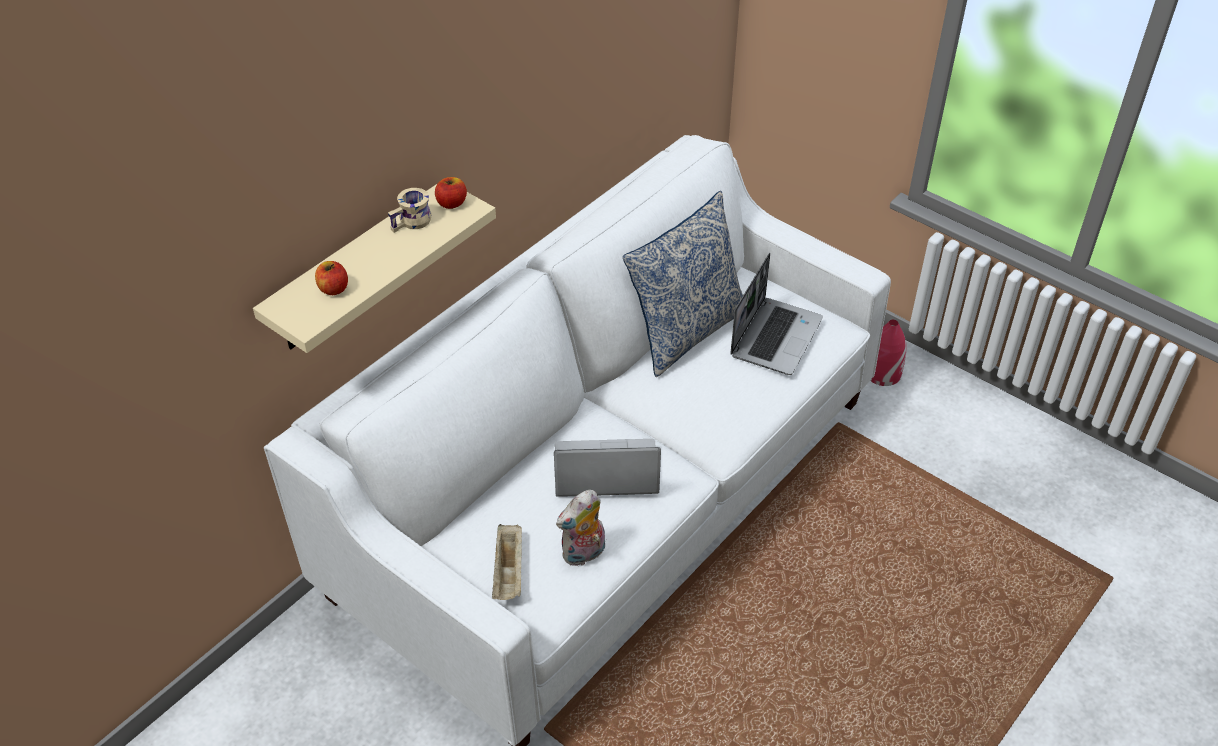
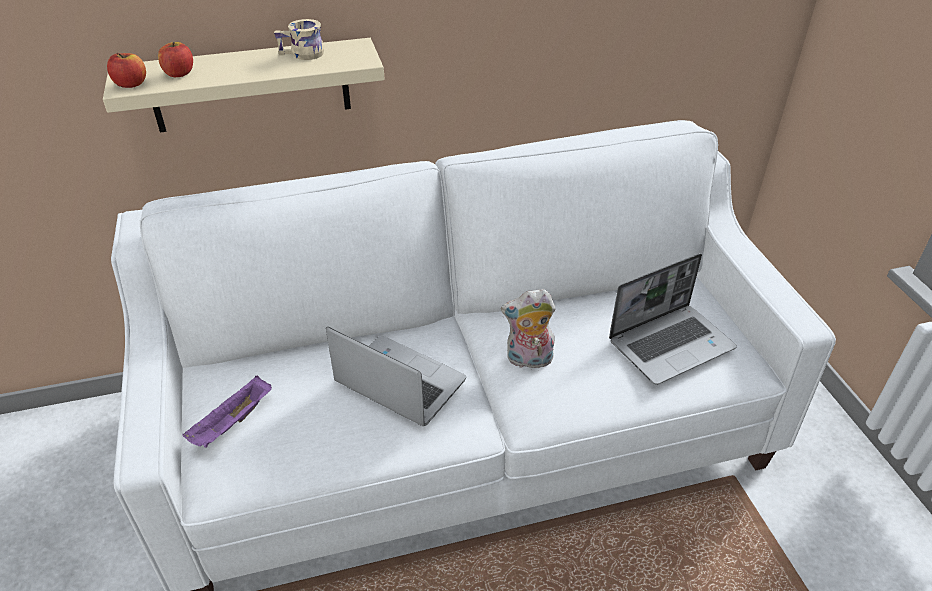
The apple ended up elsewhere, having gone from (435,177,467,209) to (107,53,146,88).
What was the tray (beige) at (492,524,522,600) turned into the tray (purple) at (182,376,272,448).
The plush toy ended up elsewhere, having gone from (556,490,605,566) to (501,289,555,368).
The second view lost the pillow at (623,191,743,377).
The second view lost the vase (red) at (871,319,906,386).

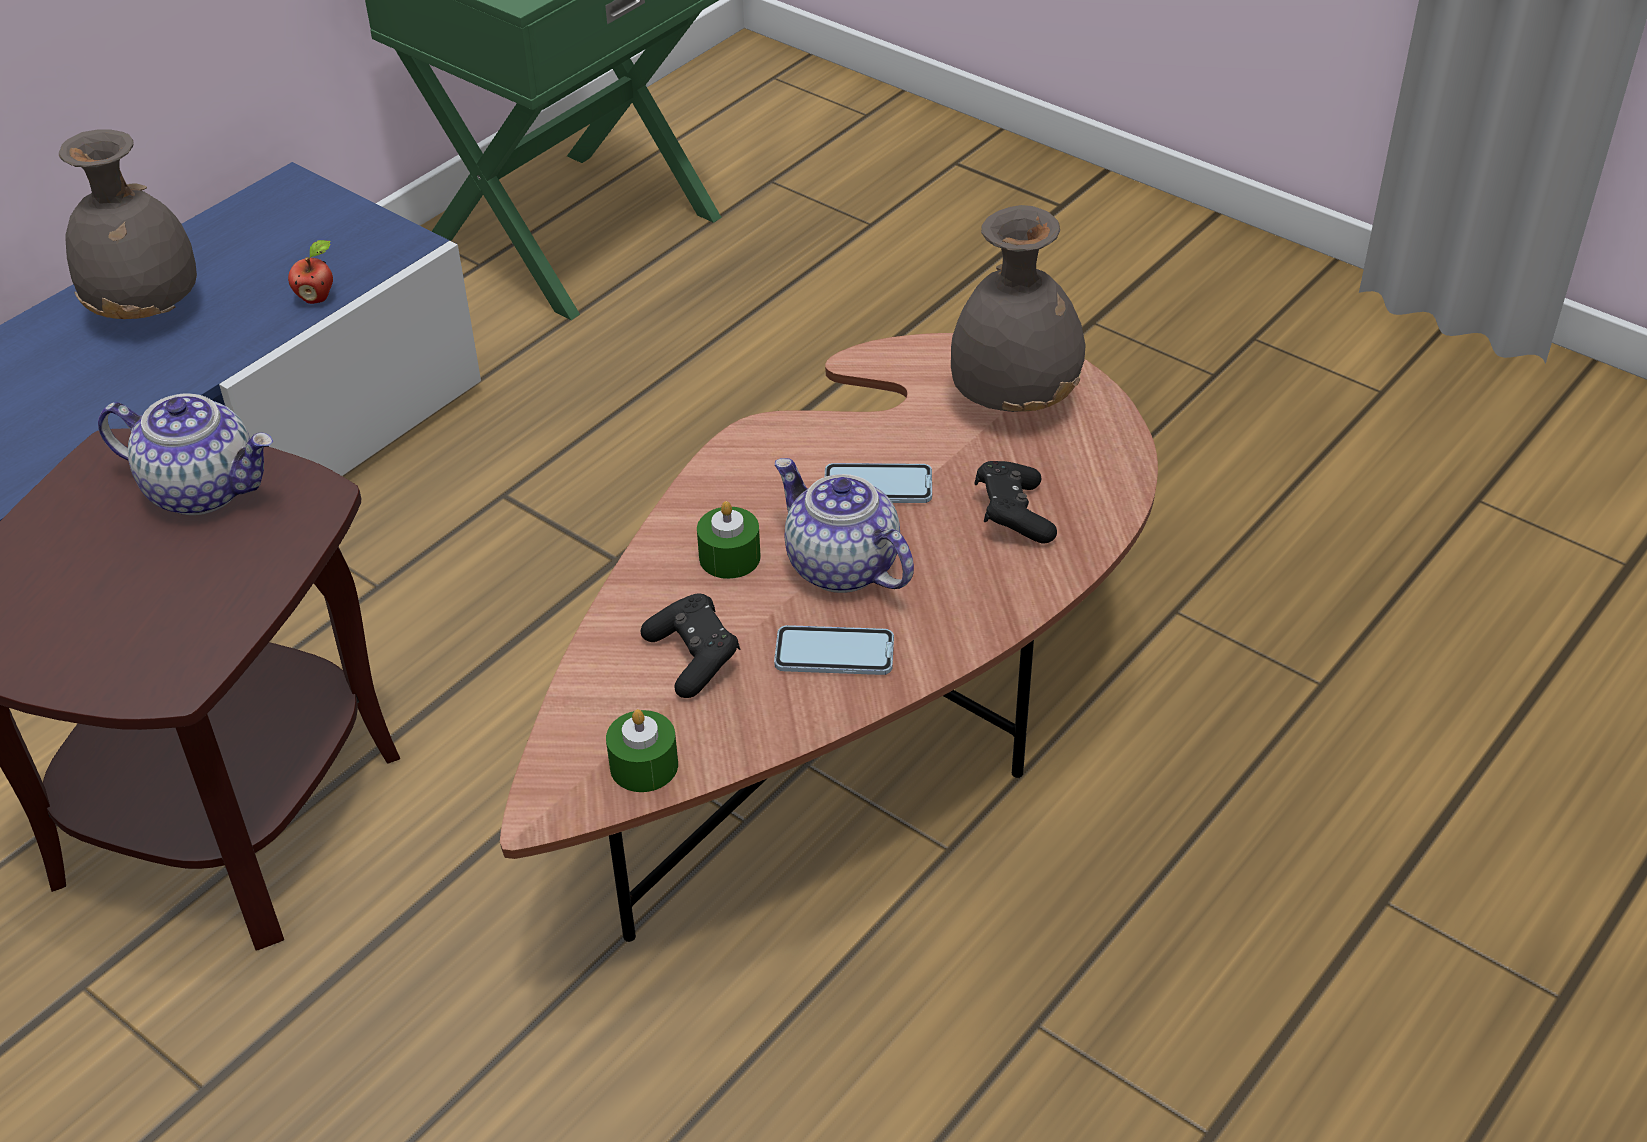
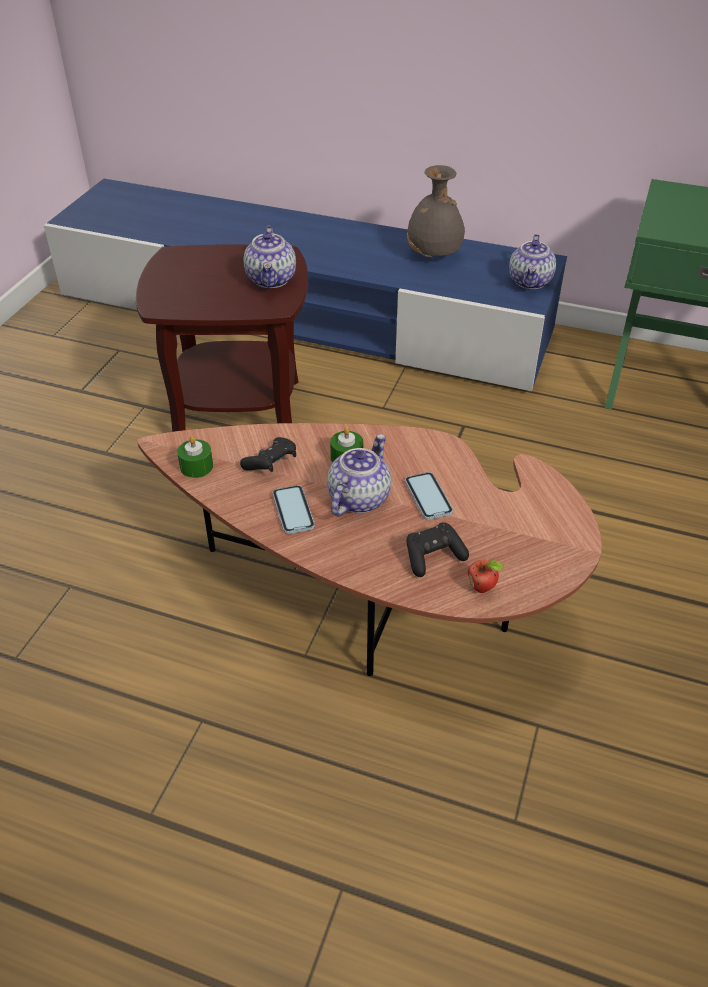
The apple ended up elsewhere, having gone from (288,240,333,304) to (468,560,504,593).
The second view lost the vase (grey) at (951,205,1086,412).
The second view gained the teapot at (509,234,556,289).

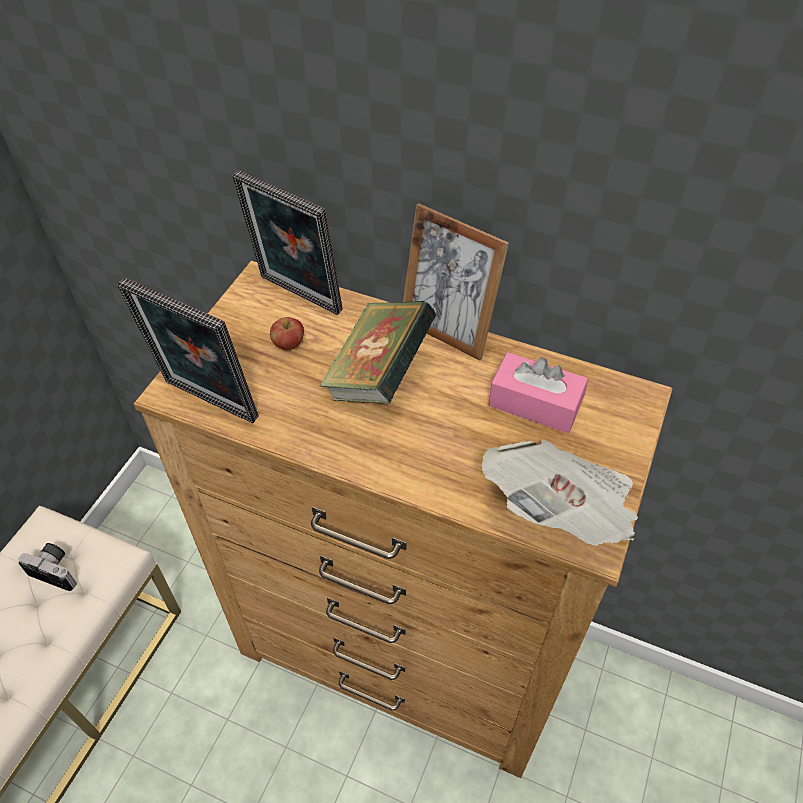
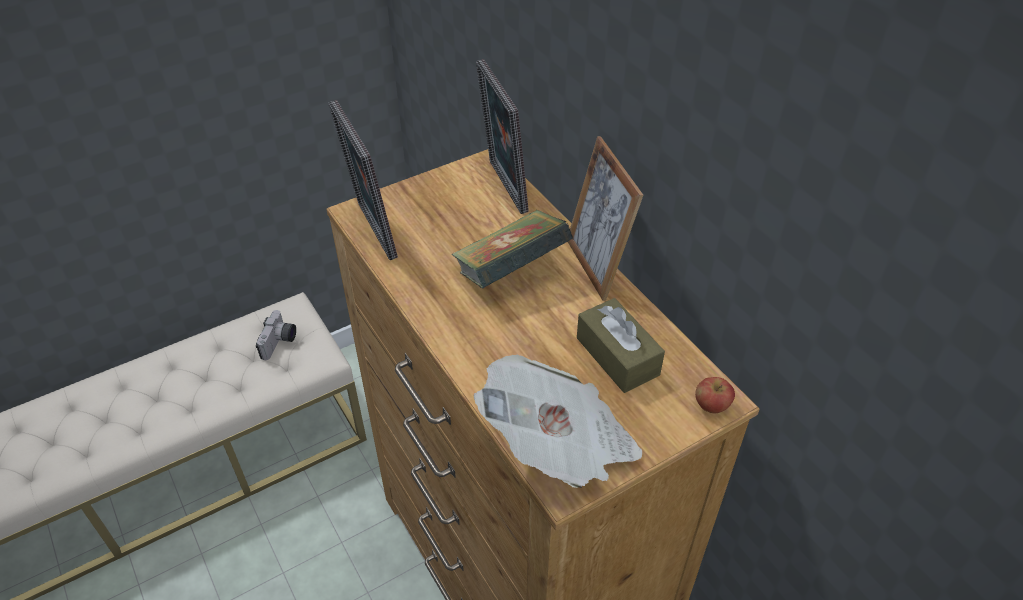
The photo camera at (18,543,77,591) ended up facing another way, 45 degrees clockwise from before.
The apple ended up elsewhere, having gone from (270,317,304,350) to (695,377,735,413).
What was the tissue box (pink) at (489,352,588,433) turned into the tissue box (brown) at (577,298,665,393).

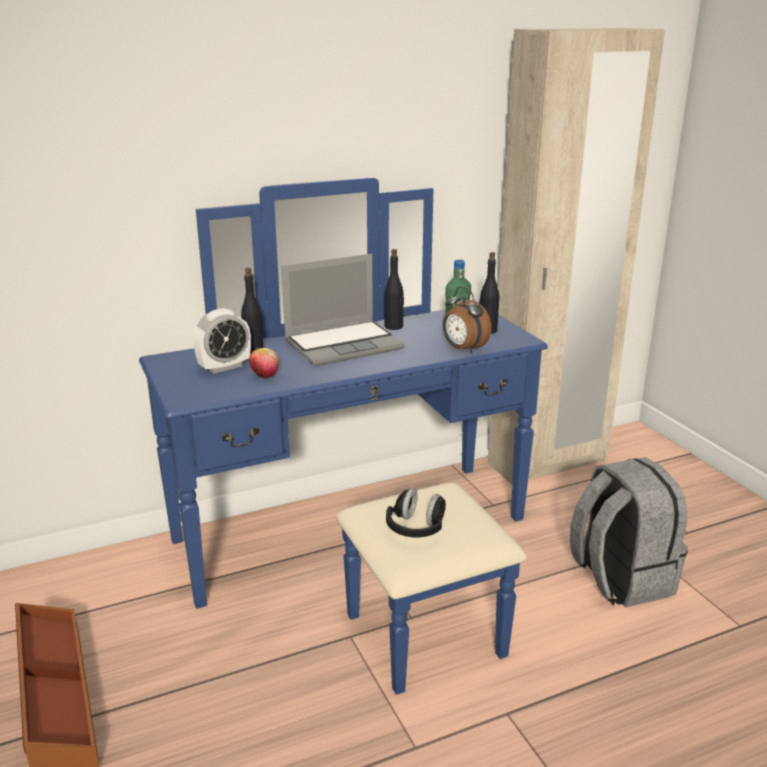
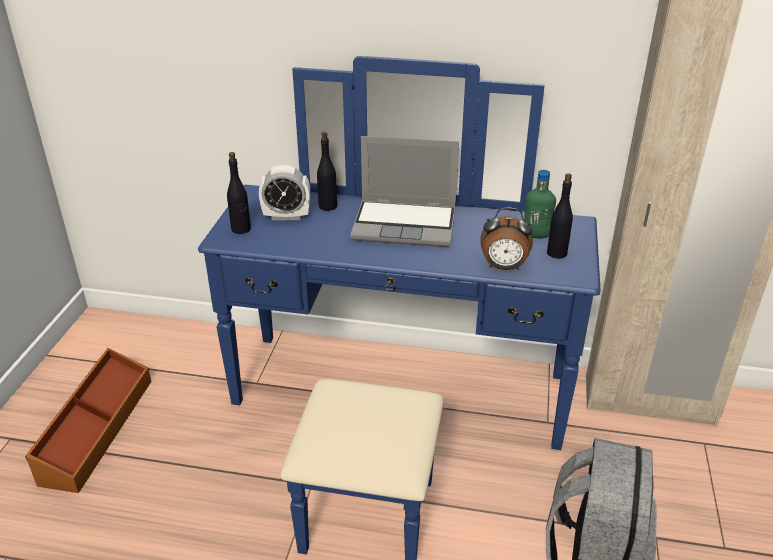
The second view lost the apple at (249,348,279,378).
The bottle (black) ended up elsewhere, having gone from (385,249,404,330) to (227,152,251,234).
The second view lost the headphones (black) at (386,488,446,537).
The alarm clock at (443,286,491,354) ended up facing another way, 75 degrees counterclockwise from before.

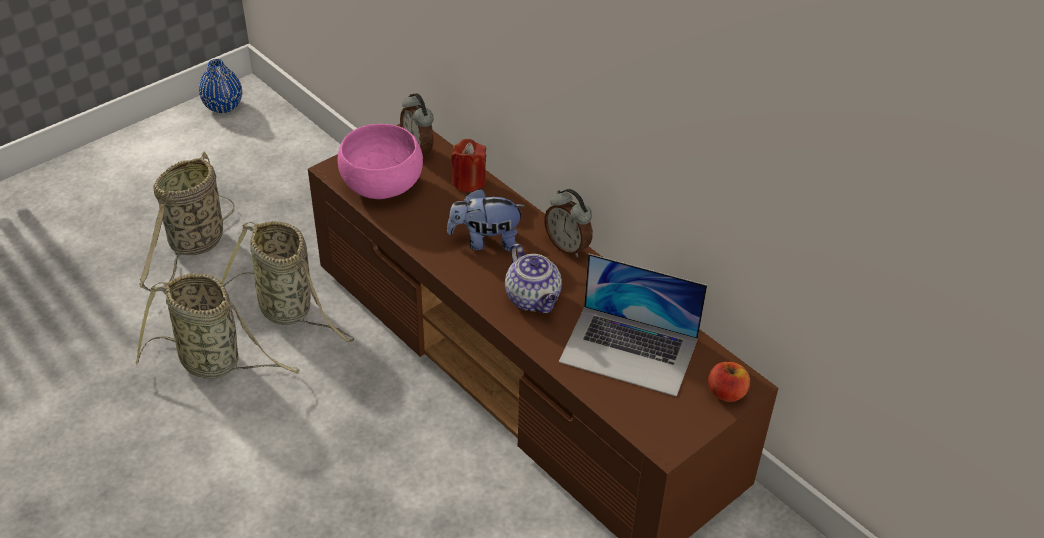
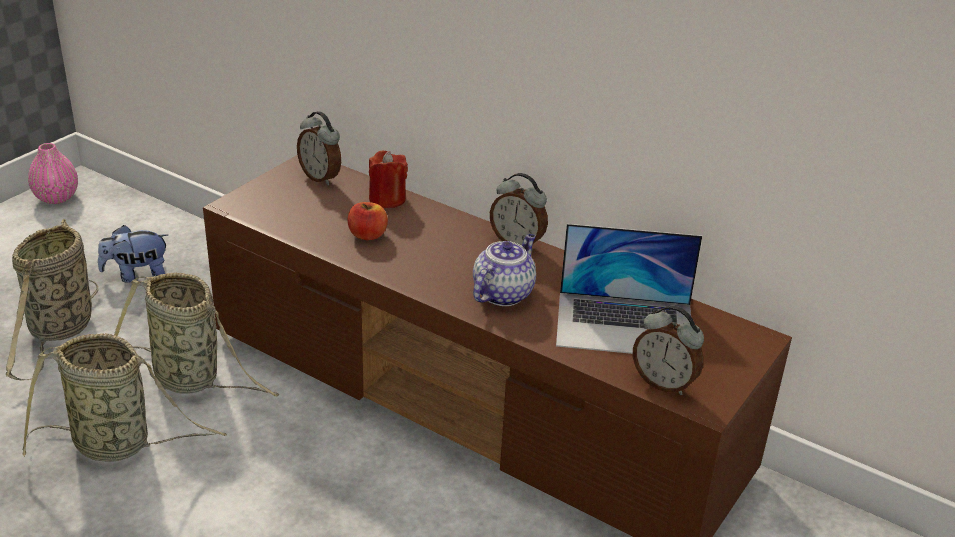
What was the vase (blue) at (199,59,242,113) turned into the vase (pink) at (28,143,78,204).
The second view lost the bowl (pink) at (338,124,423,199).
The plush toy ended up elsewhere, having gone from (447,188,525,251) to (98,225,168,283).
The teapot at (505,244,562,313) ended up facing another way, 105 degrees counterclockwise from before.
The apple ended up elsewhere, having gone from (708,362,750,402) to (347,202,388,240).
The second view gained the alarm clock at (633,305,704,395).

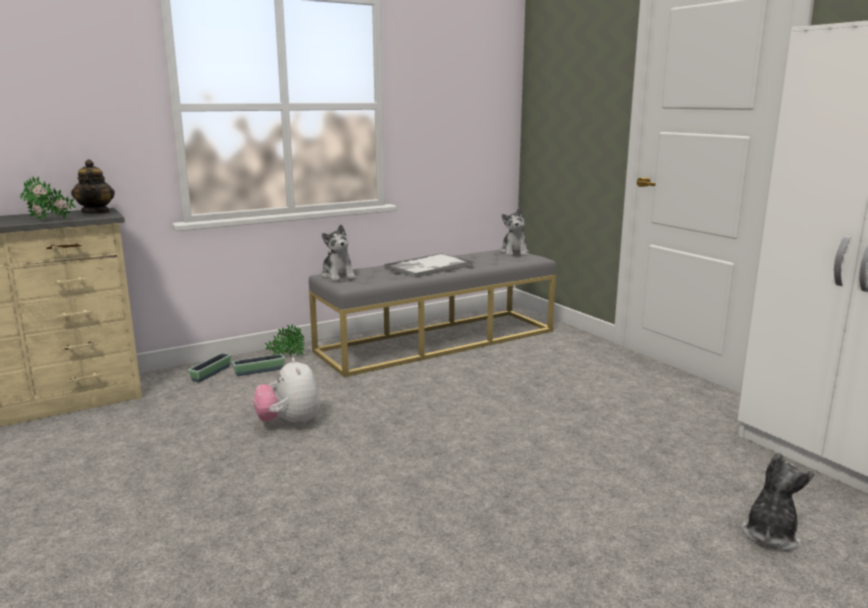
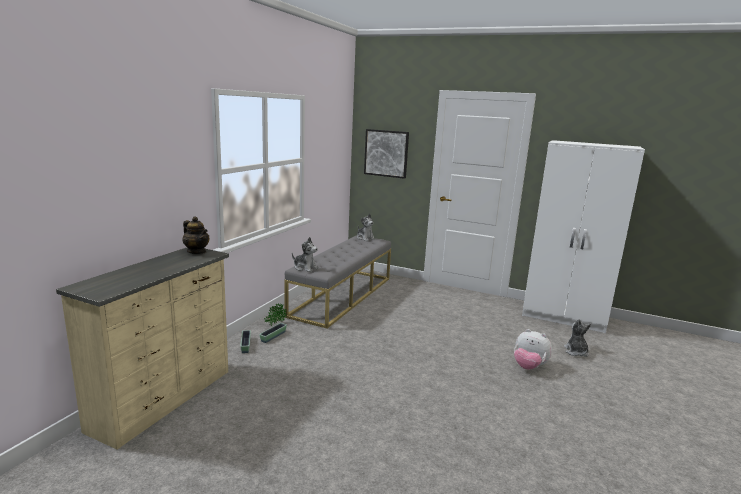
The second view lost the potted plant at (20,176,76,221).
The plush toy ended up elsewhere, having gone from (254,357,320,427) to (514,329,552,370).
The second view lost the tray at (384,253,473,278).
The second view gained the picture at (364,129,409,179).

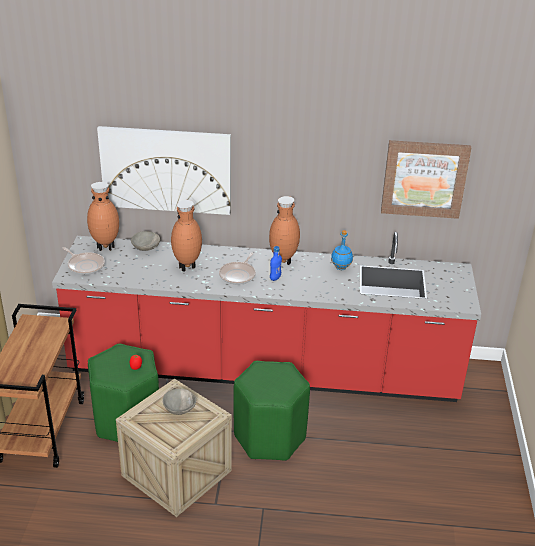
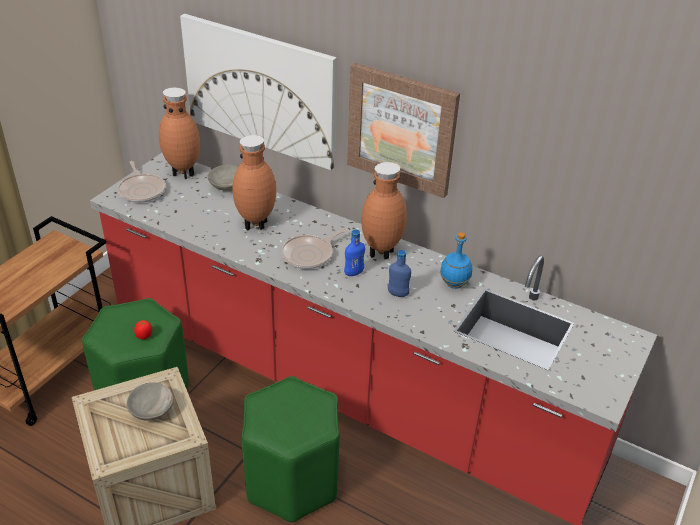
The picture ended up elsewhere, having gone from (381,140,471,219) to (347,63,460,198).
The second view gained the bottle (blue) at (388,250,411,297).

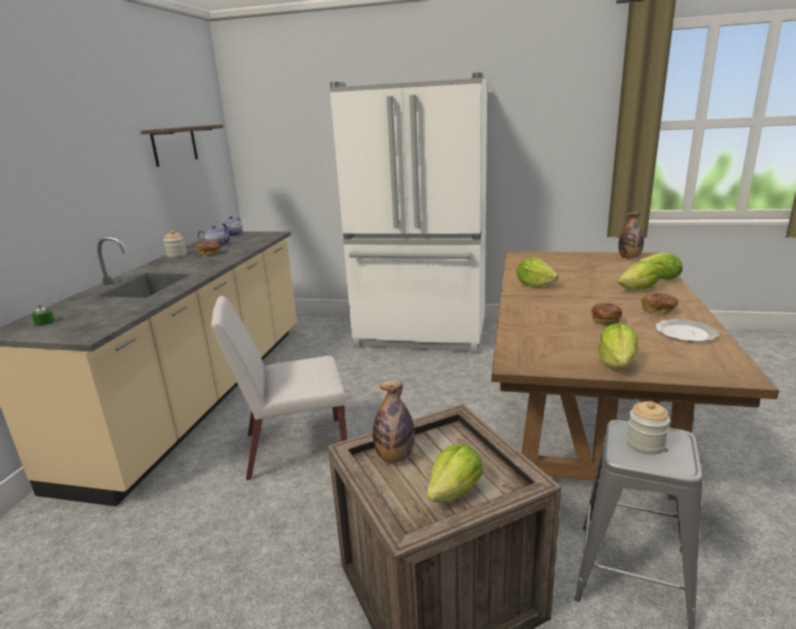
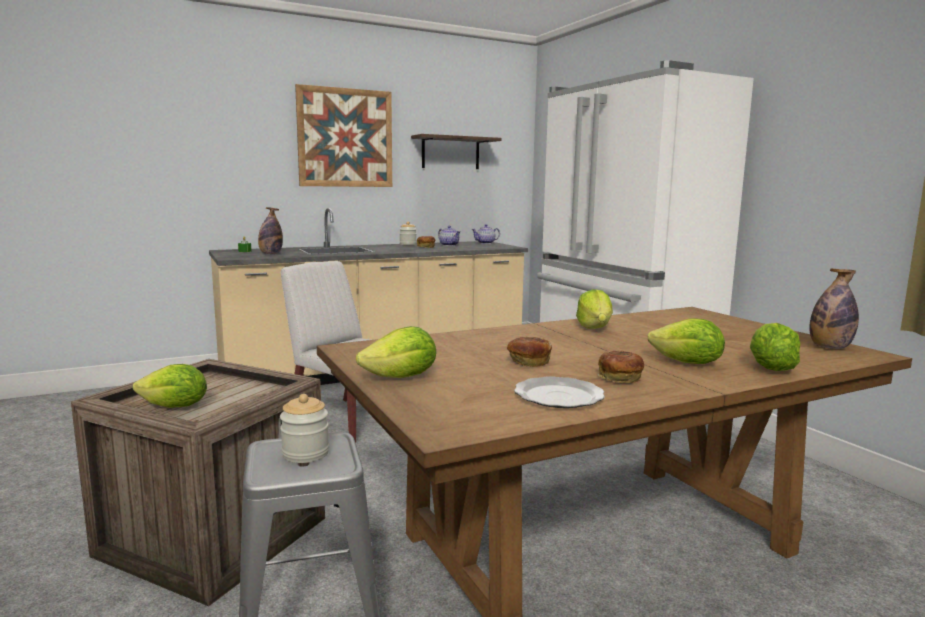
The bottle ended up elsewhere, having gone from (373,380,415,463) to (258,207,283,254).
The second view gained the picture at (295,84,392,187).

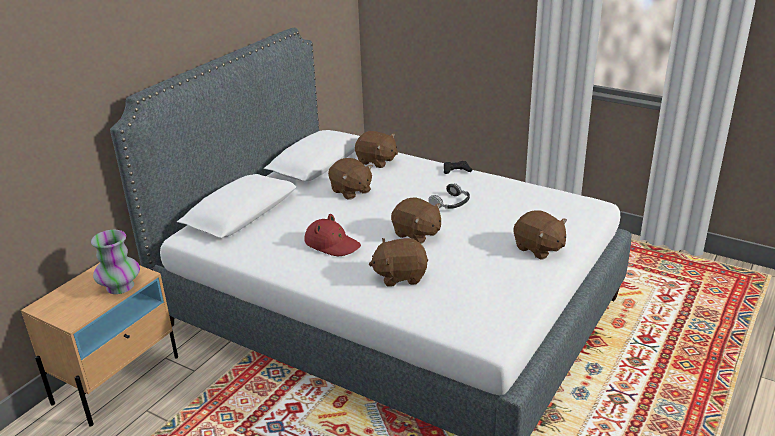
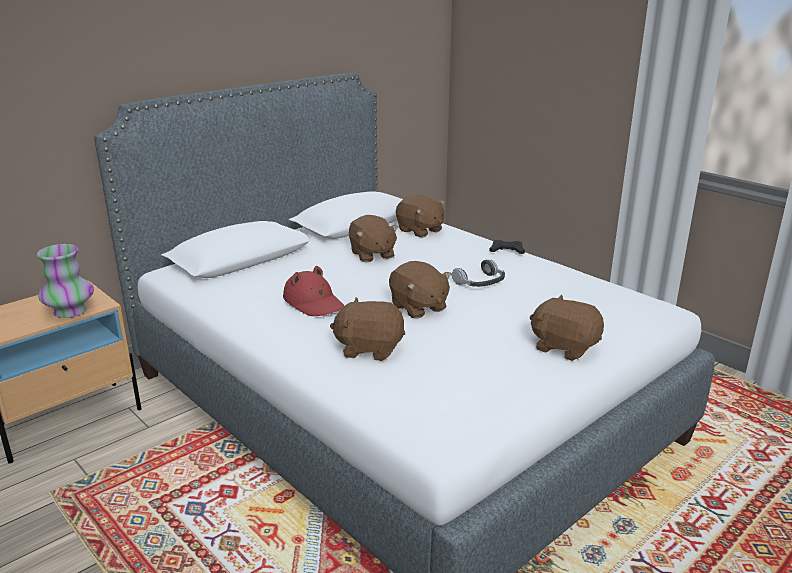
The plush toy (brown) at (514,210,567,260) ended up facing another way, 150 degrees clockwise from before.

